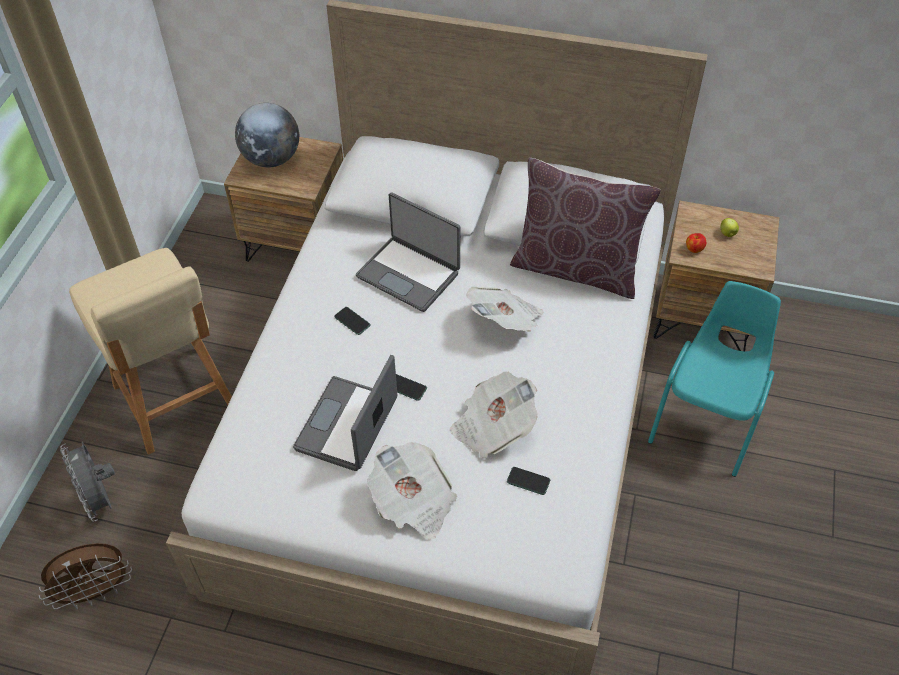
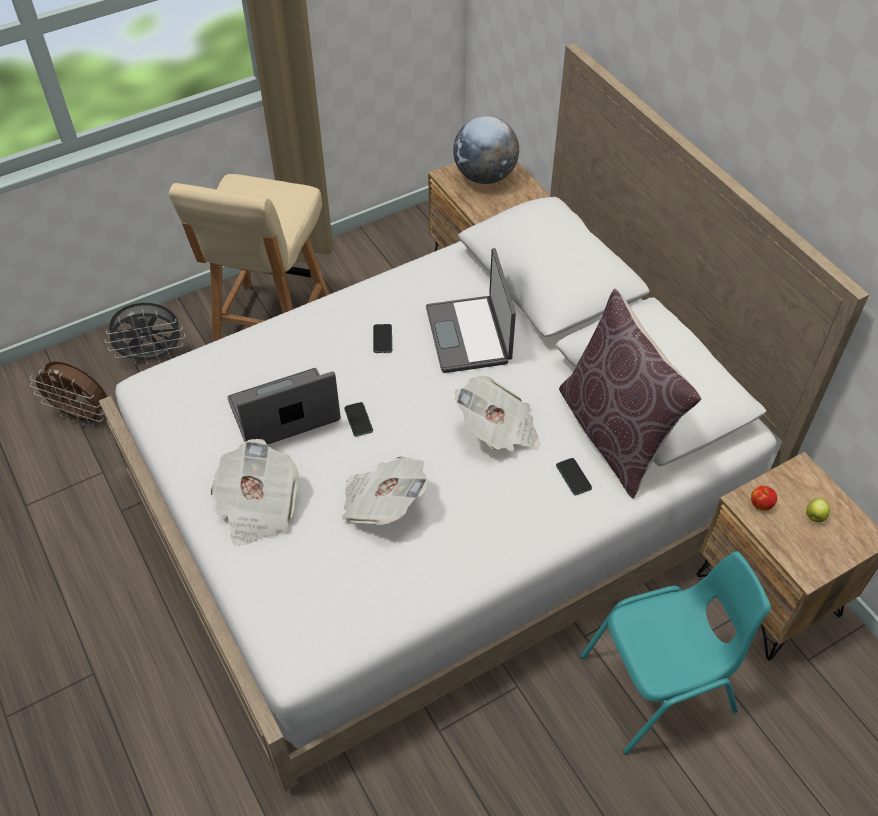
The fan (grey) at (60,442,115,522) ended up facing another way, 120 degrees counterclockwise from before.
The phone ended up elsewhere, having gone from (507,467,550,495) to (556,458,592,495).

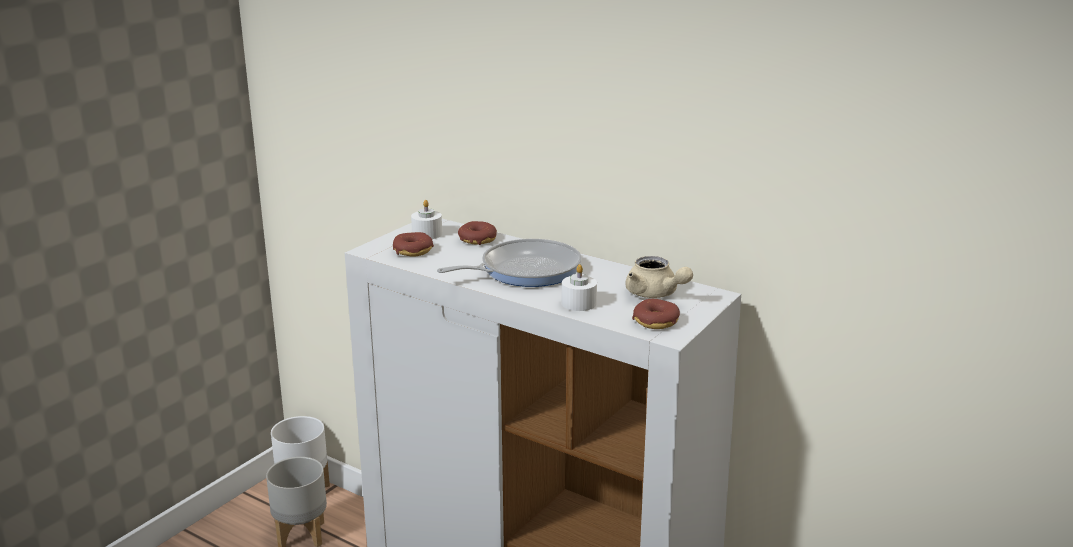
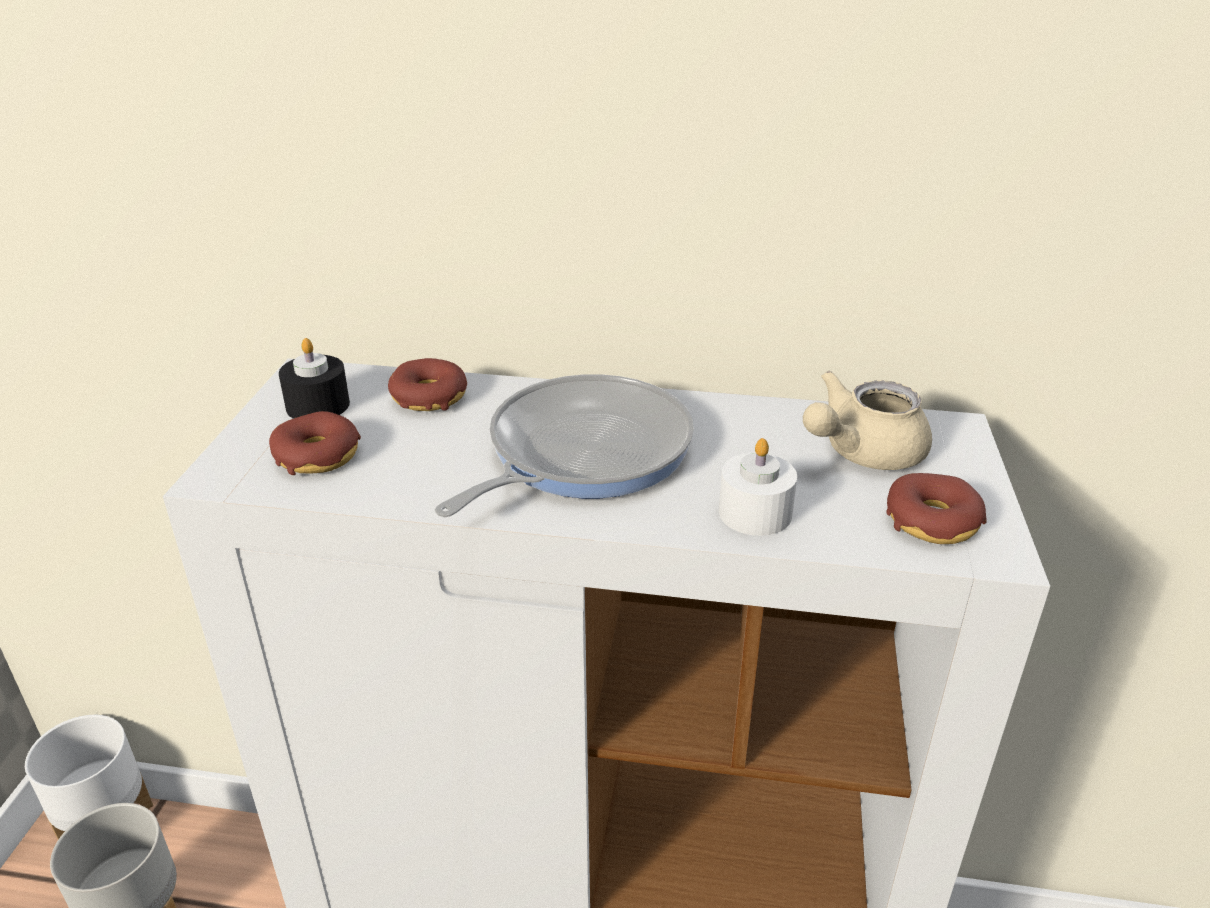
What was the candle (white) at (411,200,442,239) turned into the candle (black) at (279,338,350,419).
The teapot (beige) at (625,256,693,298) ended up facing another way, 120 degrees clockwise from before.

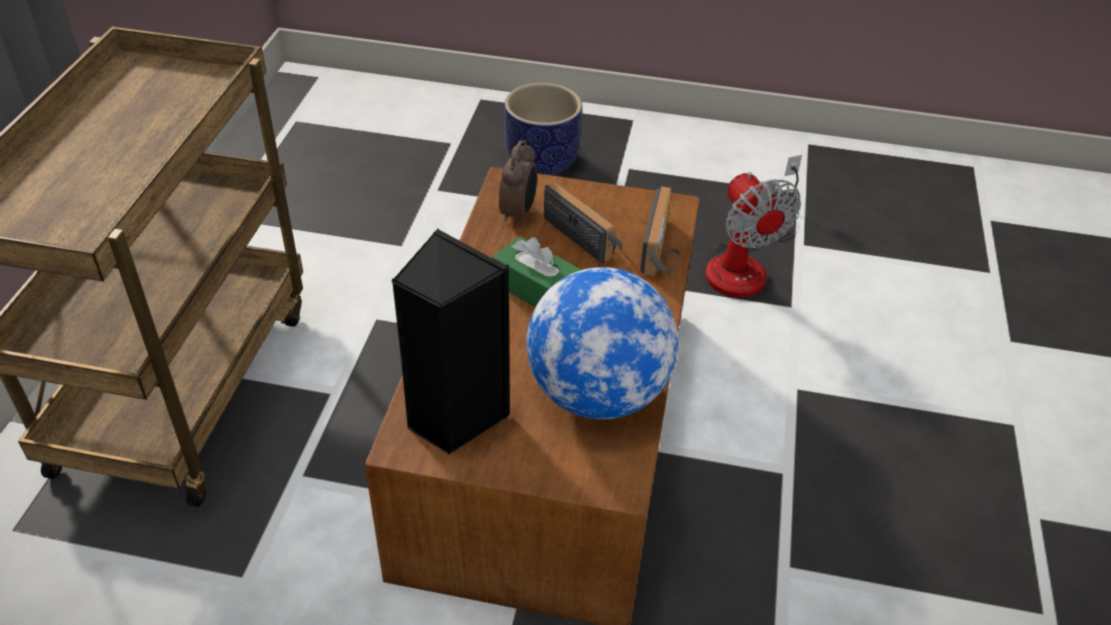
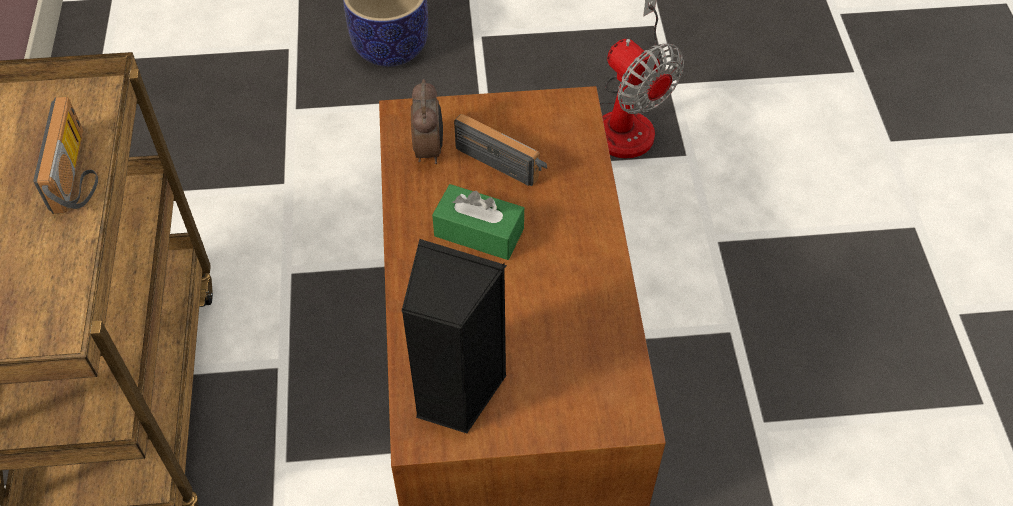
The second view lost the globe at (527,267,678,419).
The radio ended up elsewhere, having gone from (640,186,680,276) to (33,97,98,214).

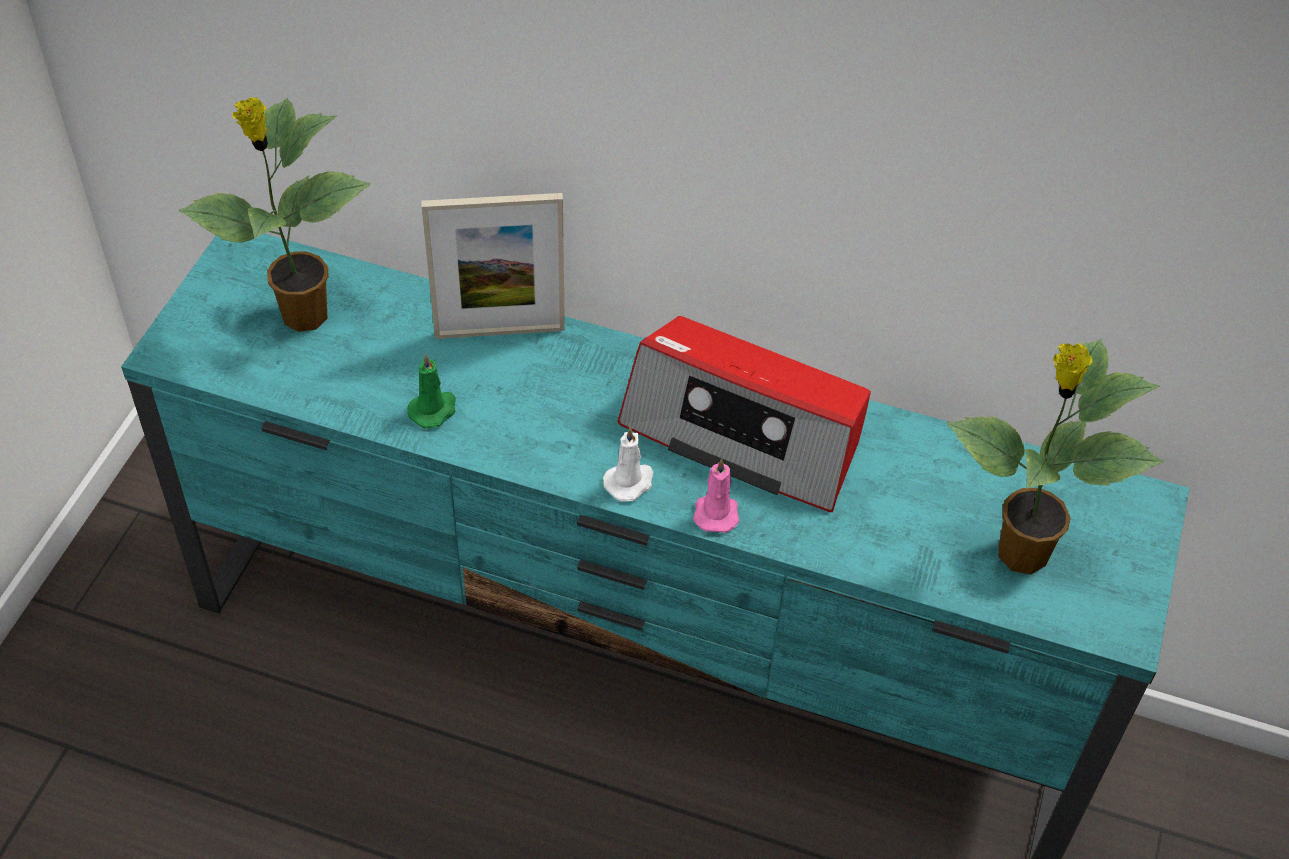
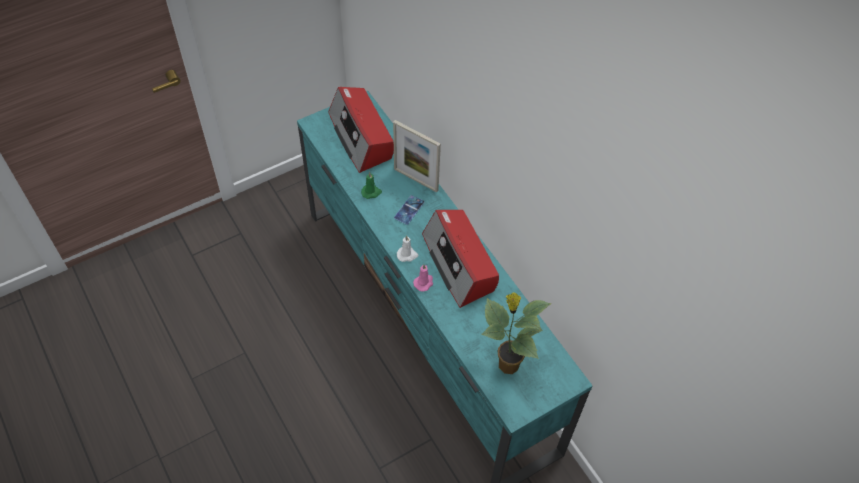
Where the potted plant stood at (179,97,371,332), the radio came to stand at (328,87,394,173).
The second view gained the phone at (394,195,424,225).

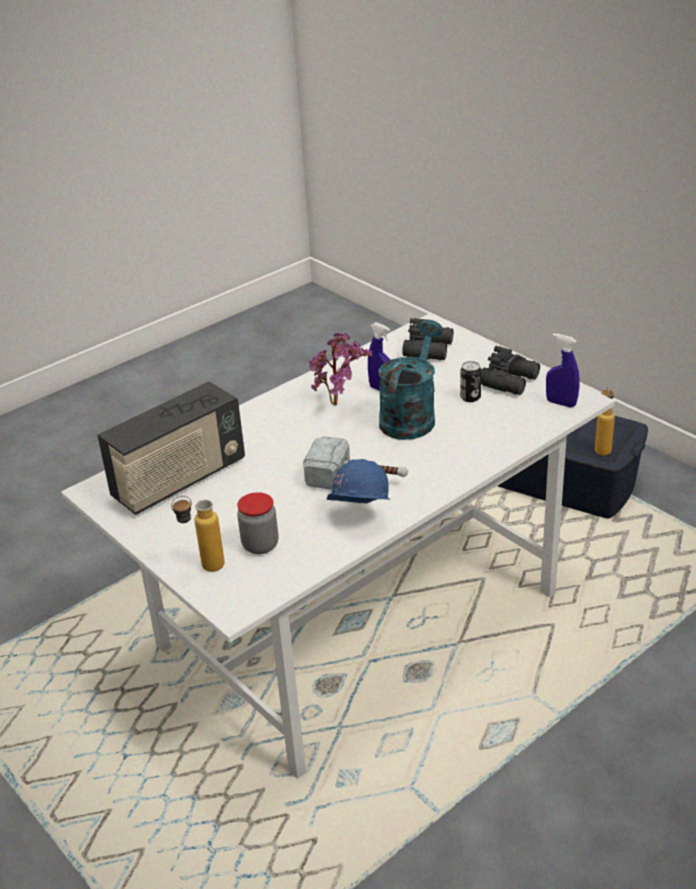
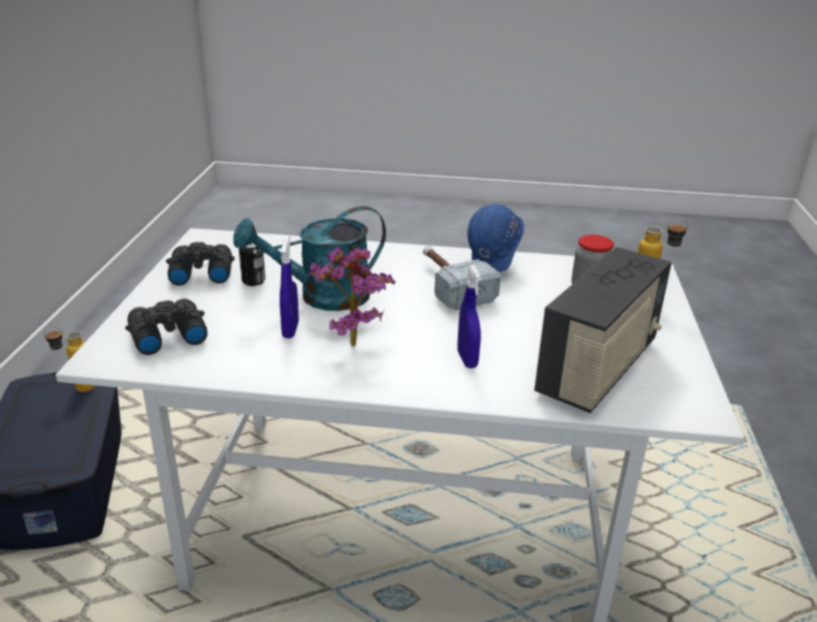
The radio at (97,382,245,515) ended up facing another way, 120 degrees clockwise from before.
The spray bottle (blue) ended up elsewhere, having gone from (546,333,580,408) to (457,265,481,368).

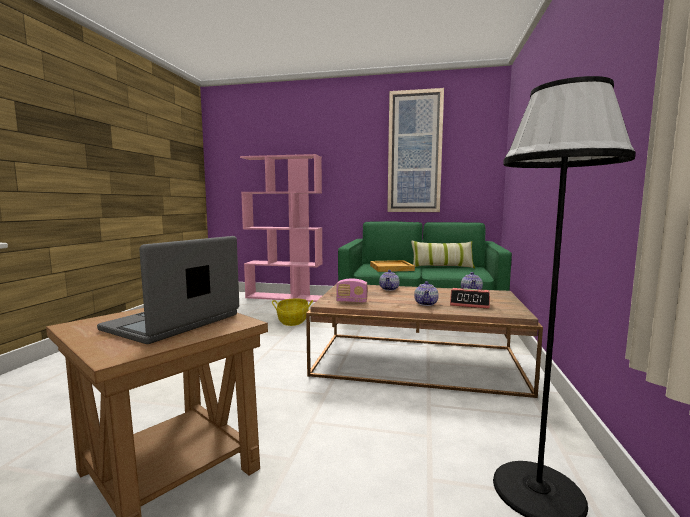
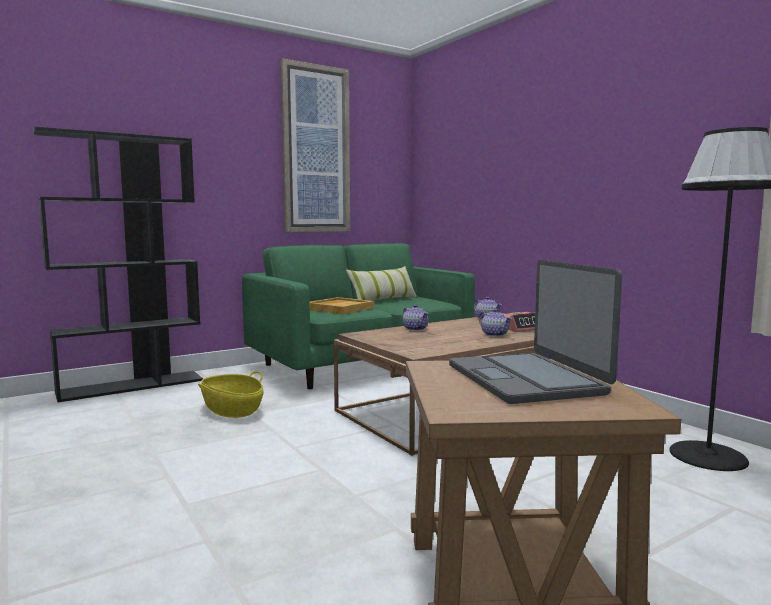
What was the bookcase (pink) at (240,154,323,302) turned into the bookcase (black) at (33,126,203,402).
The second view lost the radio at (336,279,367,303).

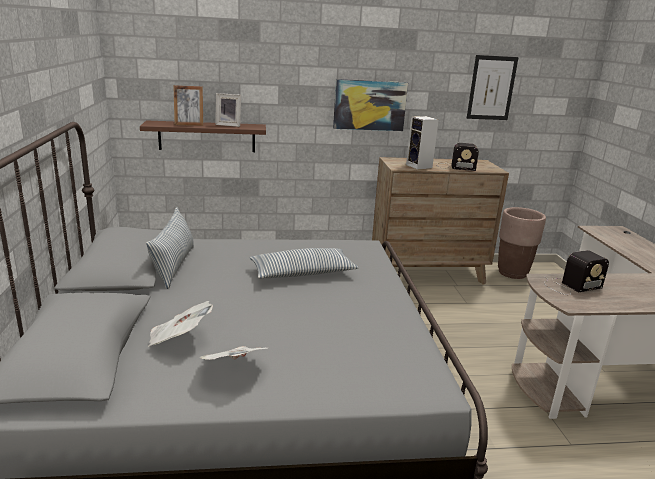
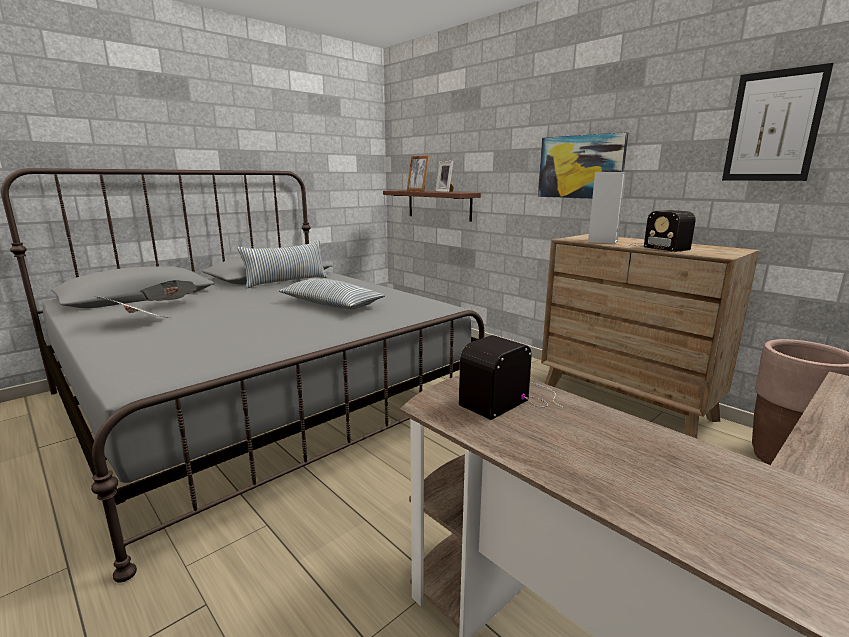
The radio at (544,250,609,295) ended up facing another way, 105 degrees clockwise from before.

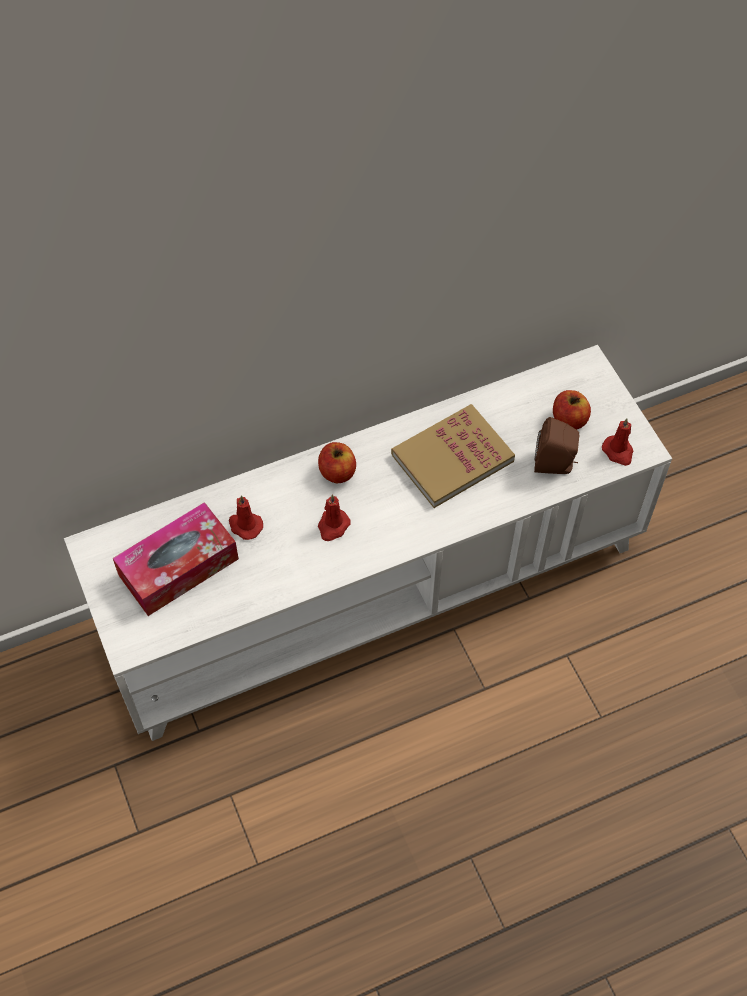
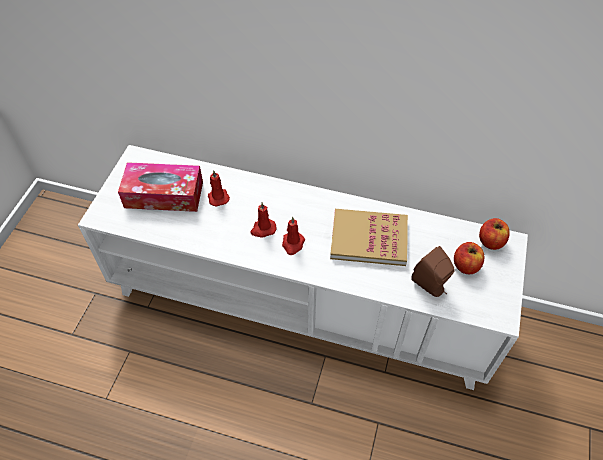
The apple ended up elsewhere, having gone from (318,442,356,483) to (479,218,510,250).
The candle (red) ended up elsewhere, having gone from (602,418,634,466) to (282,217,305,255).

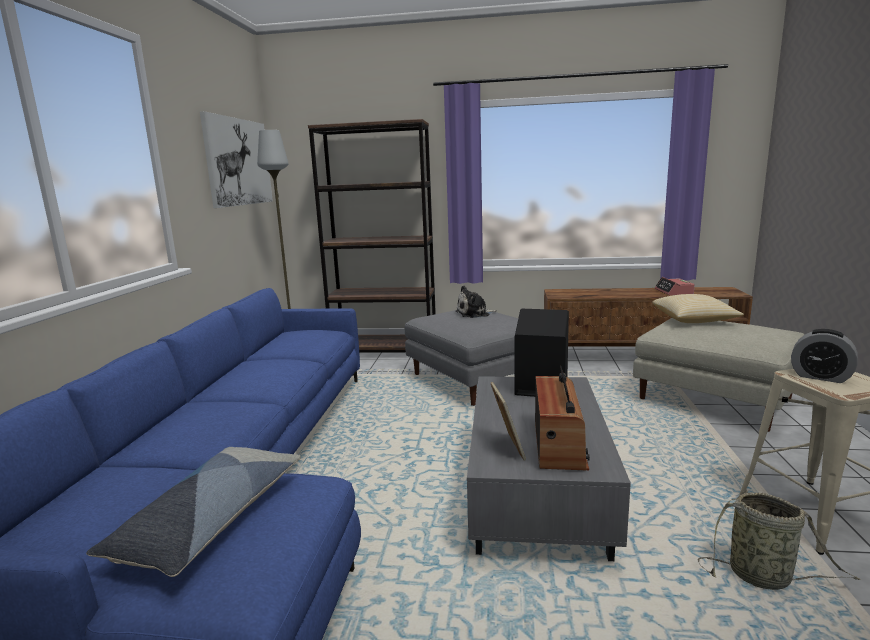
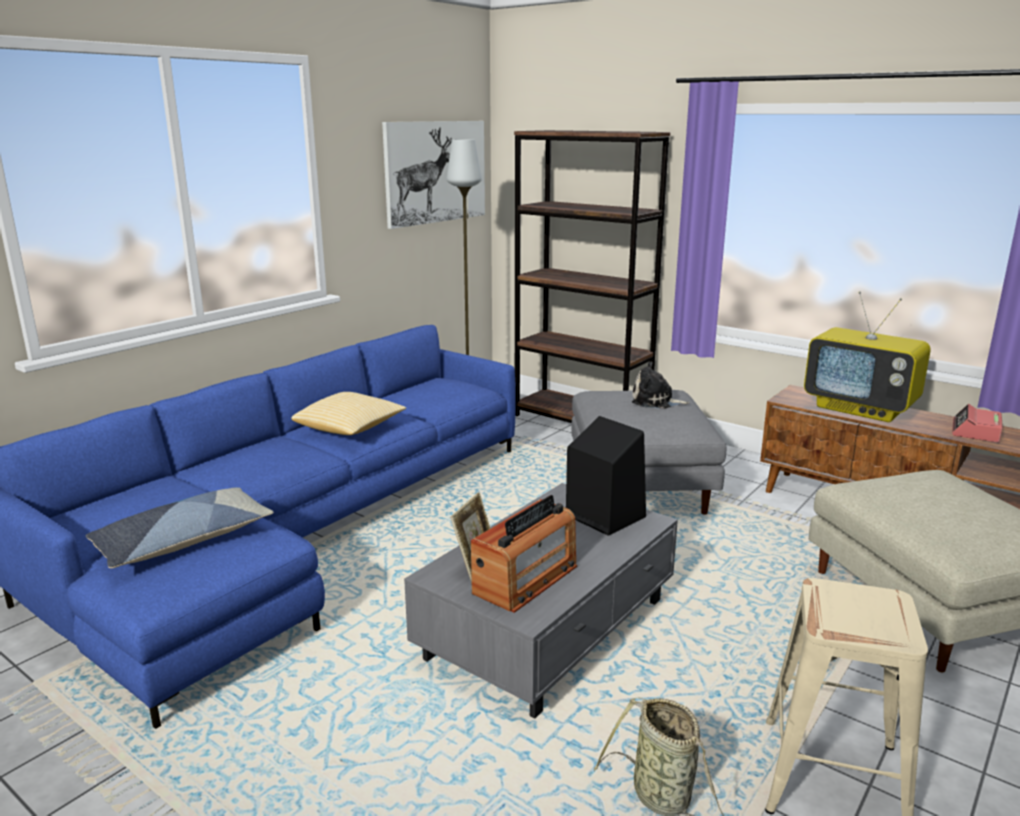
The pillow ended up elsewhere, having gone from (652,294,744,323) to (291,392,406,435).
The second view lost the alarm clock at (791,329,858,383).
The second view gained the television at (804,292,931,422).

